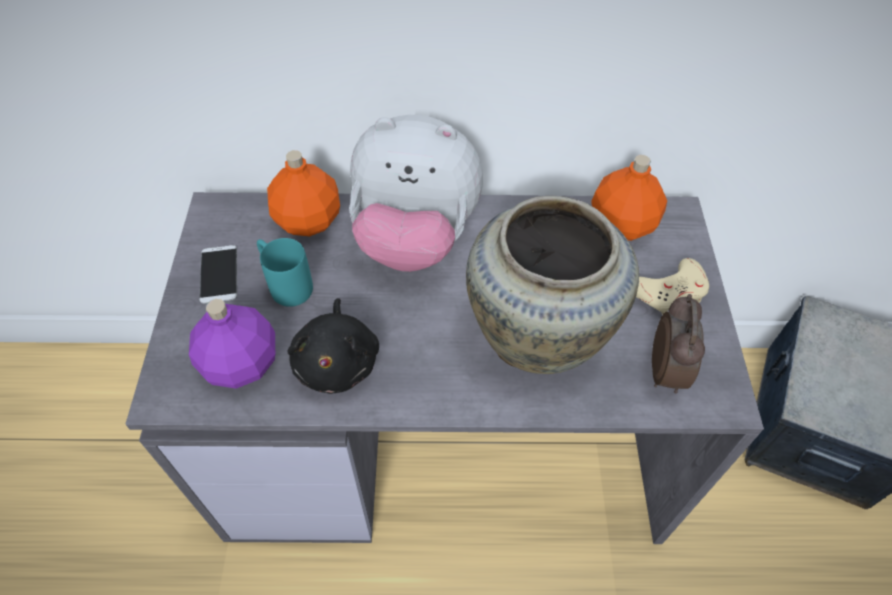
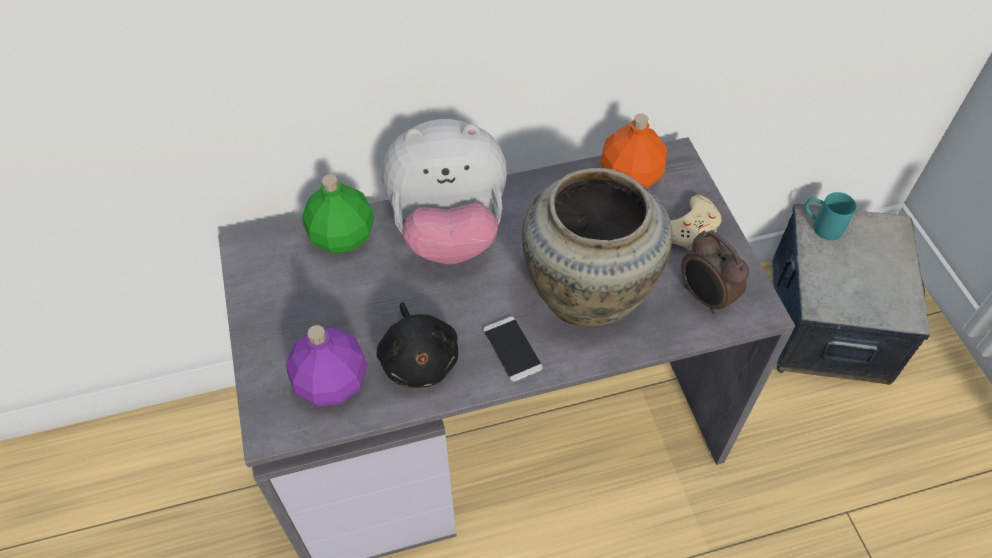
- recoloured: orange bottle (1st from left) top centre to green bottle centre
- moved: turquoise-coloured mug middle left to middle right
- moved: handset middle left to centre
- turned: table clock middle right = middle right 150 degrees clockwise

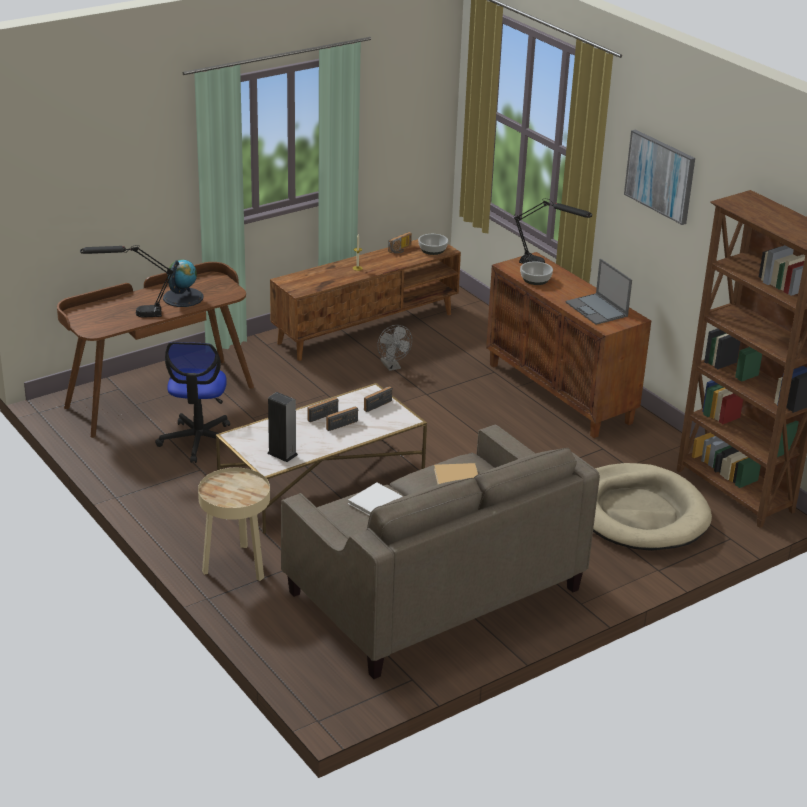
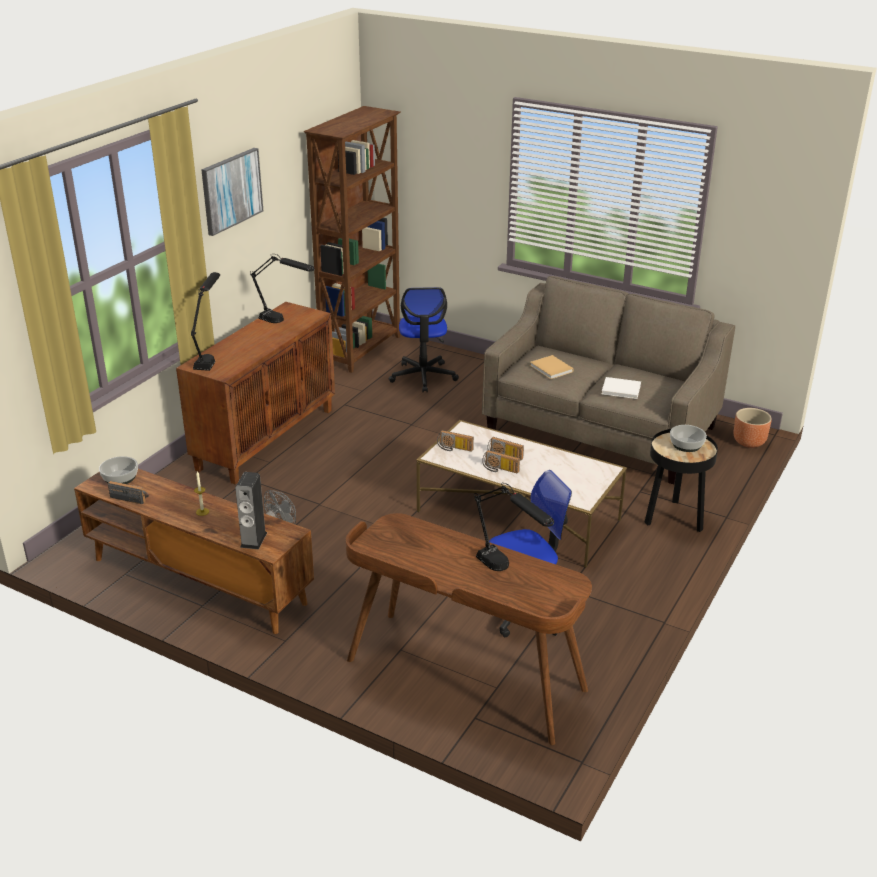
- removed: globe middle left
- replaced: portable computer middle right to blackish lamp for a table (2nd from left) top left
- moved: bowl (2nd from left) centre to middle right
- moved: speaker centre to middle left
- replaced: beige pet bed middle right to computer chair (1st from left) centre
- recoloured: beige side table middle left to blackish side table middle right
- added: brown-coloured planter middle right

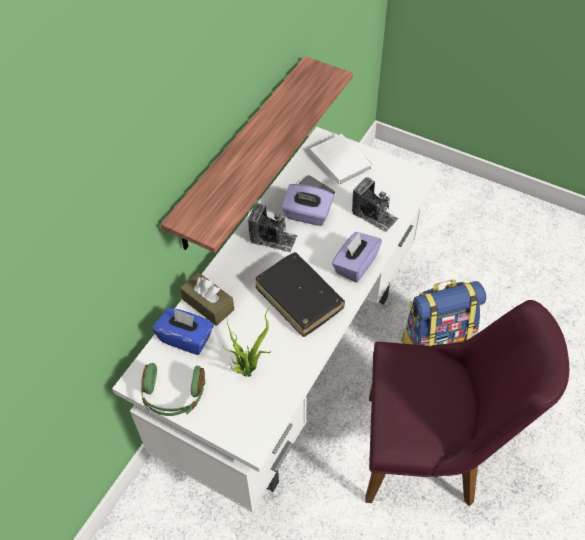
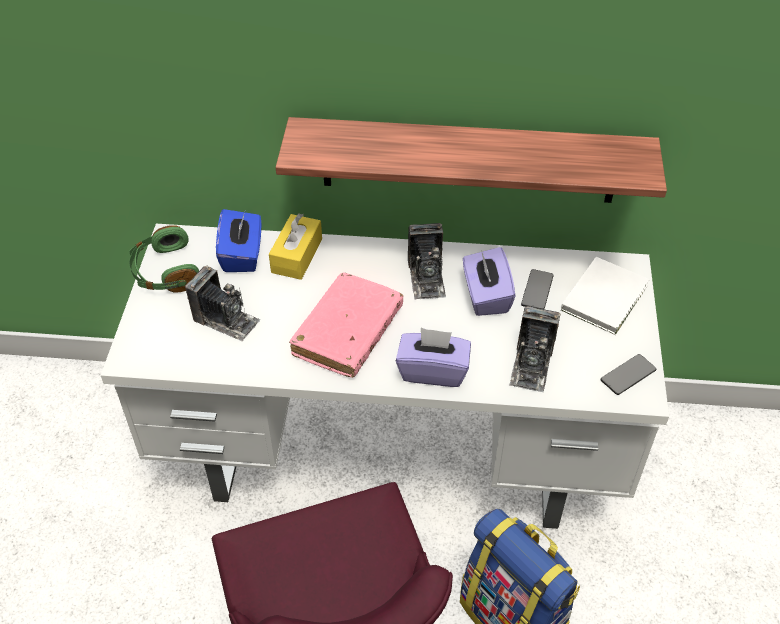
- recoloured: blackish volume centre to pinkish volume centre
- recoloured: brown-coloured box of tissues centre to yellow-coloured box of tissues centre
- replaced: plant in a pot centre to still camera (1st from left) middle left
- added: handset (2nd from left) middle right

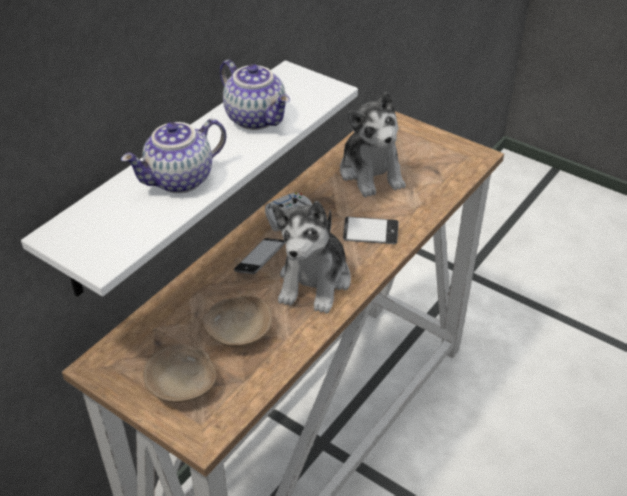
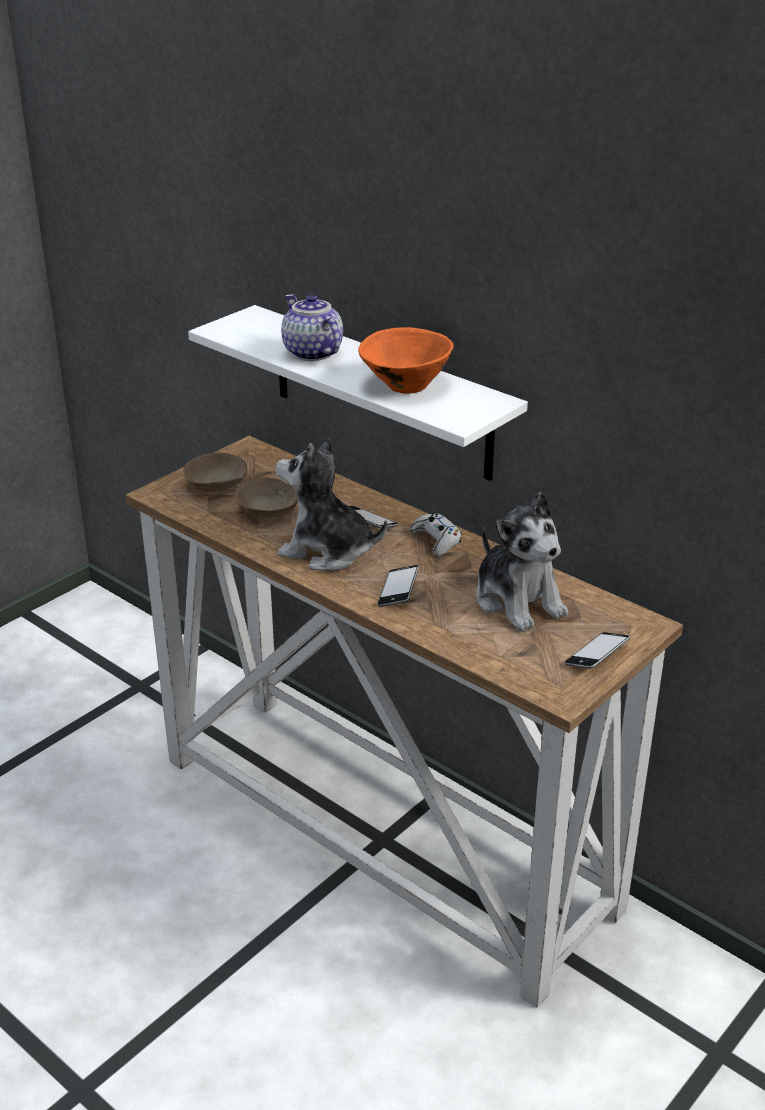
- replaced: tea pot (2nd from left) top centre to orange bowl top centre
- turned: cuddly toy (2nd from left) top centre = middle right 105 degrees counterclockwise
- added: handset (3rd from left) middle right

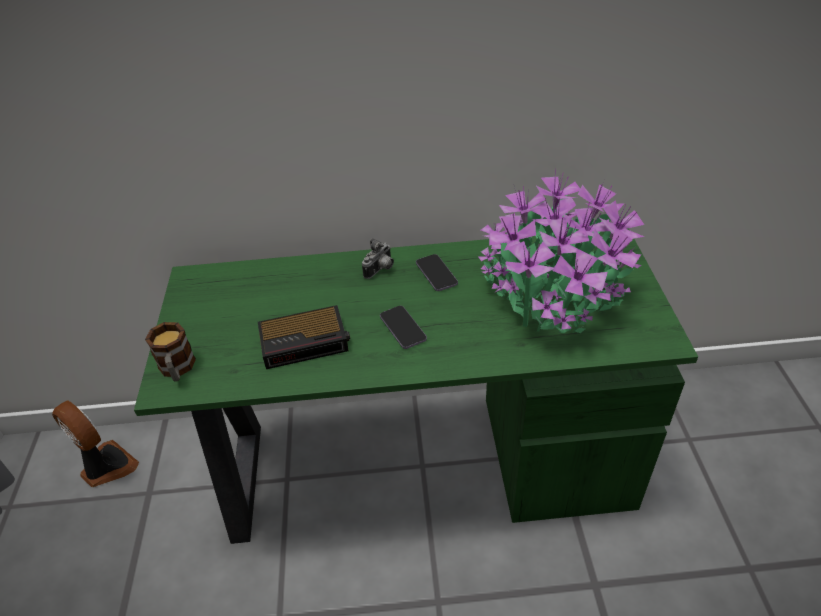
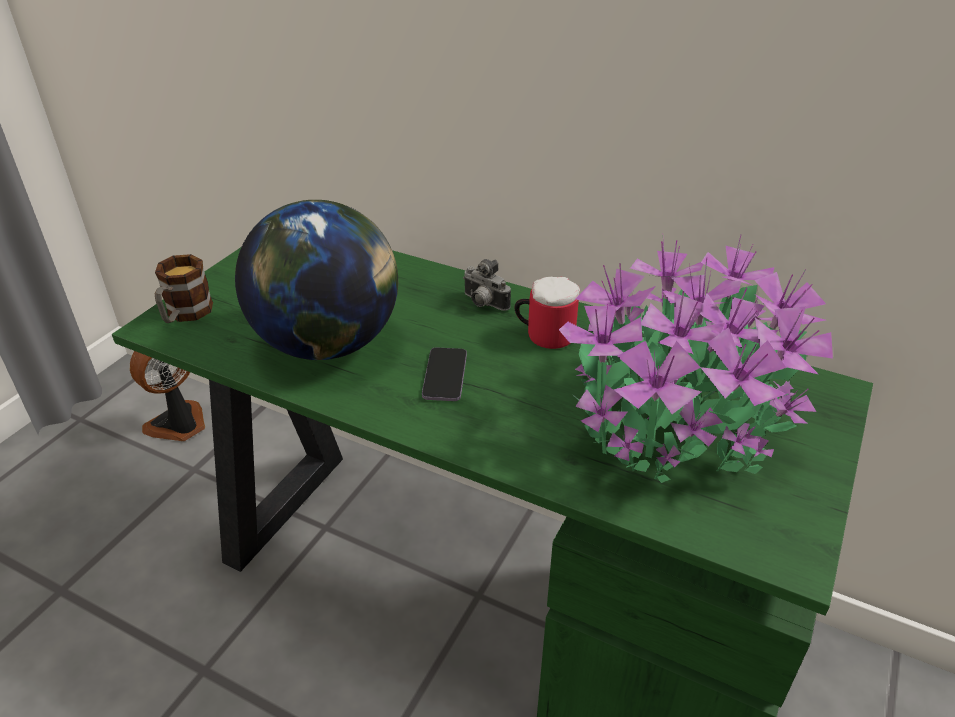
- turned: still camera centre = centre 60 degrees clockwise
- replaced: handset (2nd from left) centre to mug (2nd from left) centre
- replaced: table clock centre to globe middle left
- turned: electric fan bottom left = middle left 120 degrees counterclockwise

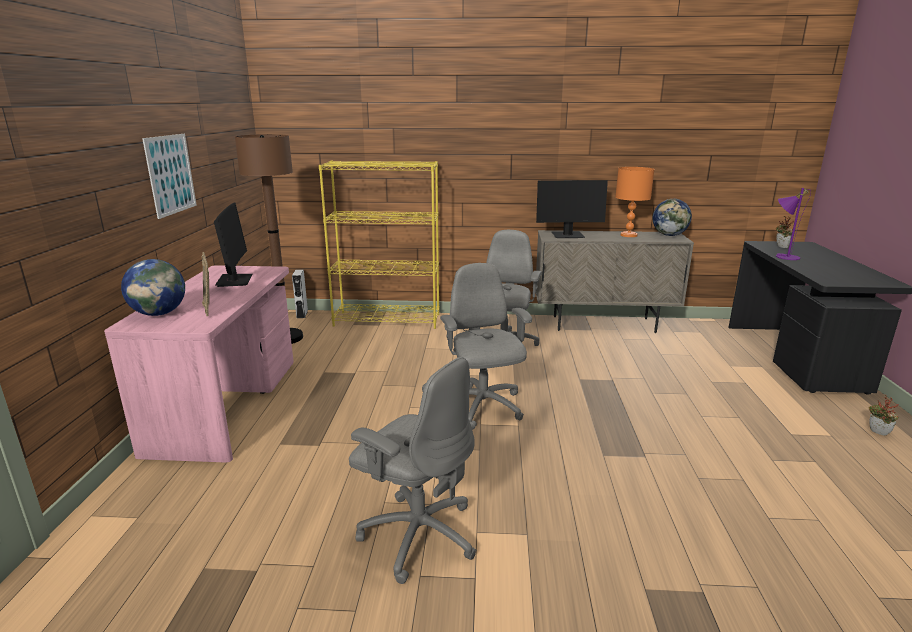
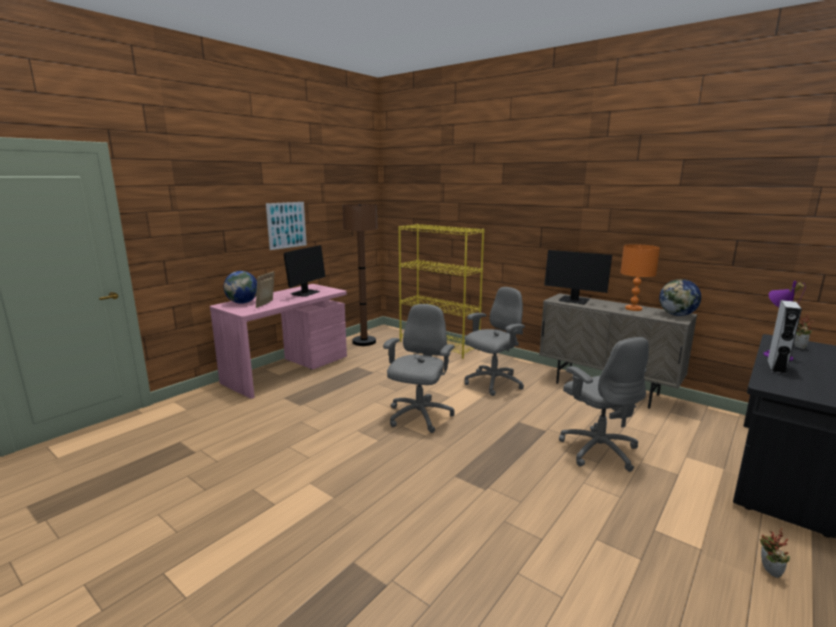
- moved: grey speaker middle left to middle right
- moved: grey computer chair (1st from left in the first image) bottom centre to grey computer chair (3rd from left) middle right

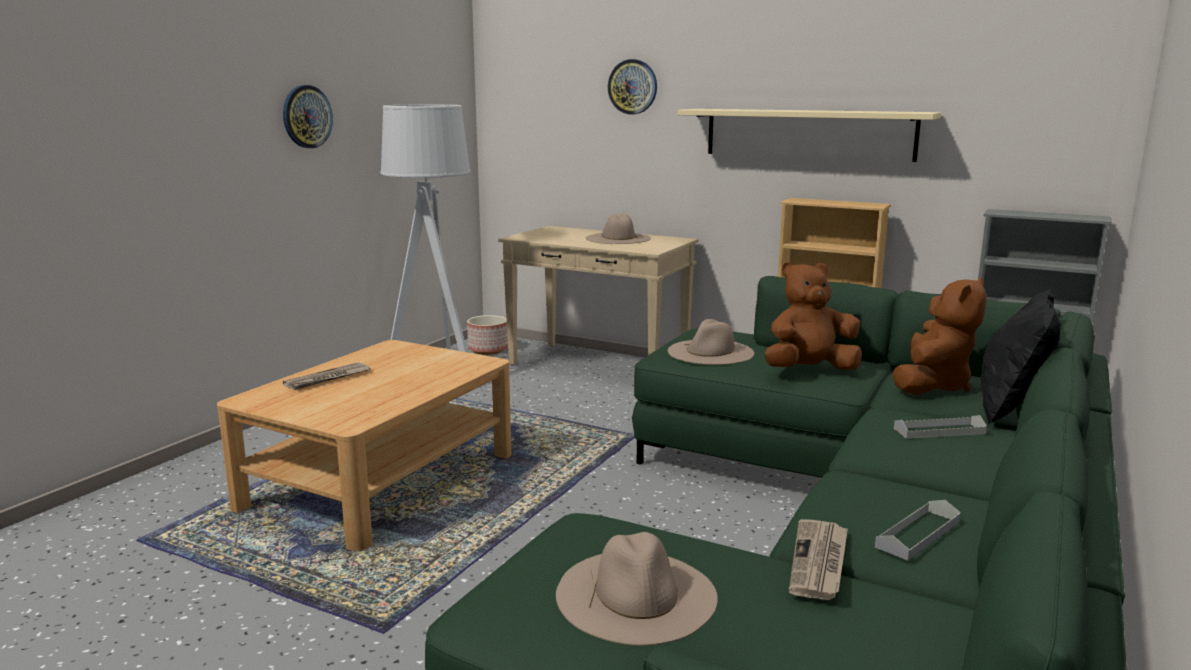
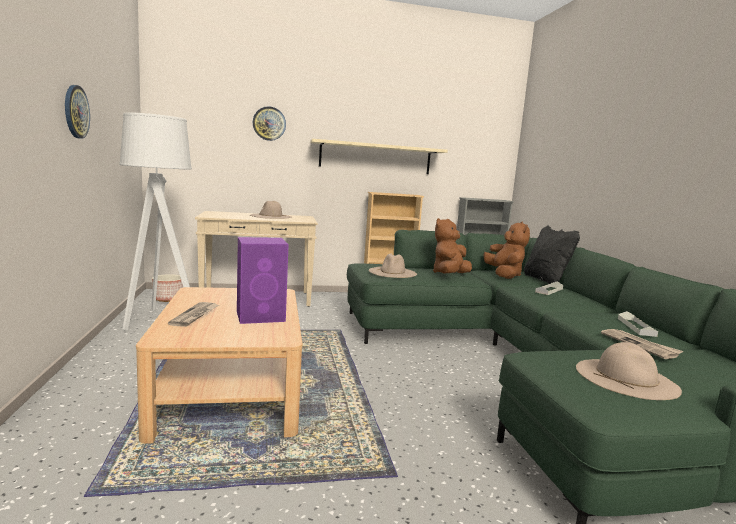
- added: purple-coloured speaker centre

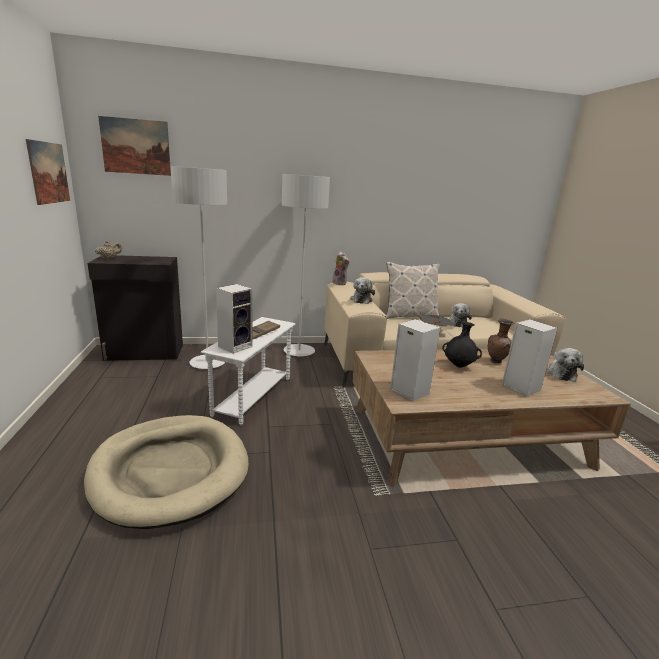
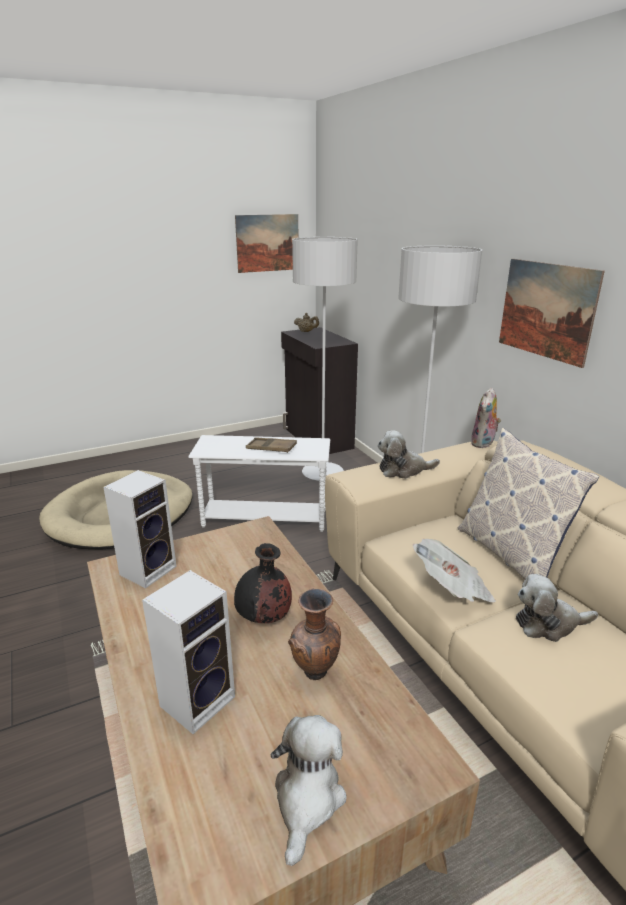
- moved: wall picture (2nd from left) top left to middle right
- removed: speaker (1st from left) centre
- turned: cuddly toy (4th from left in the first image) middle right = bottom centre 105 degrees clockwise

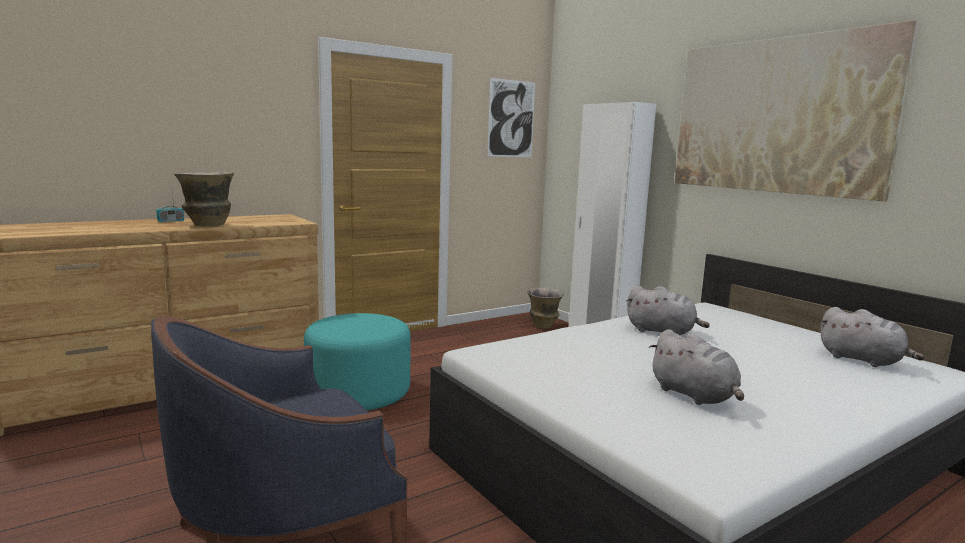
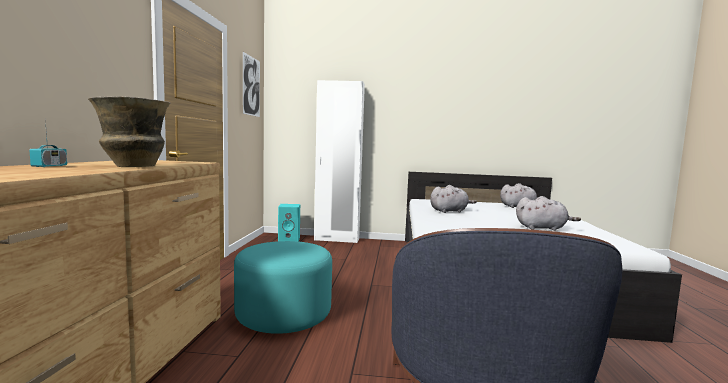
- removed: wall picture (2nd from left) top right
- replaced: decorative vase (2nd from left) centre to turquoise-coloured speaker centre

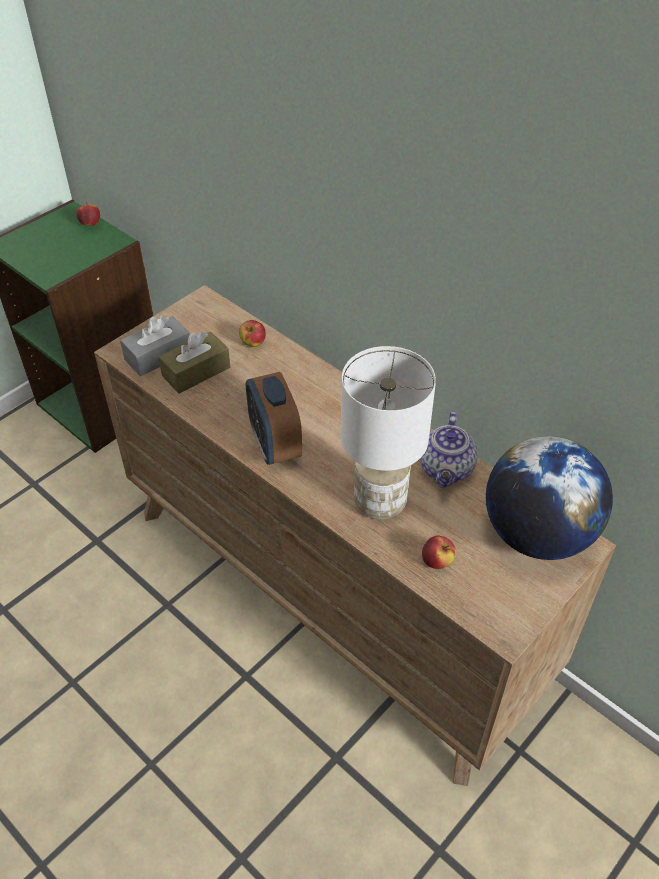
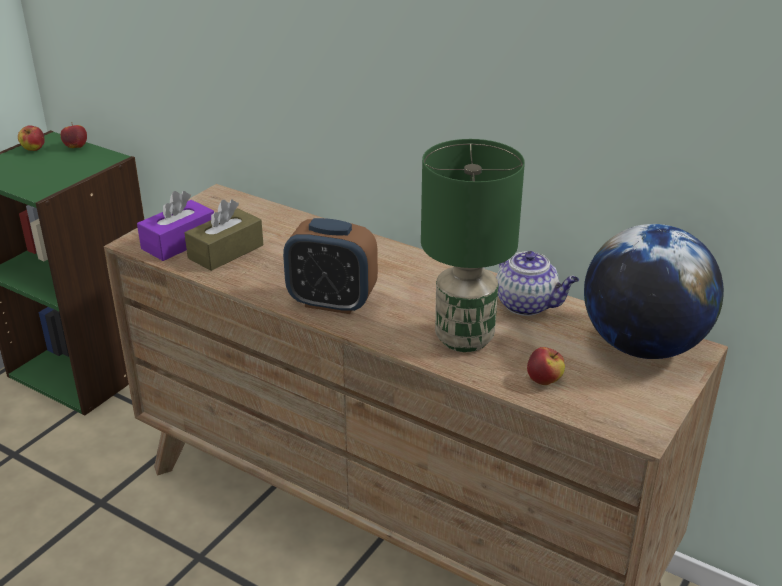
- recoloured: grey box of tissues middle left to purple-coloured box of tissues middle left
- moved: apple fruit (2nd from left in the first image) centre to apple fruit (1st from left) top left
- recoloured: whitish lamp for a table centre to green lamp for a table centre
- turned: table clock centre = centre 45 degrees counterclockwise
- turned: tea pot middle right = middle right 60 degrees counterclockwise

